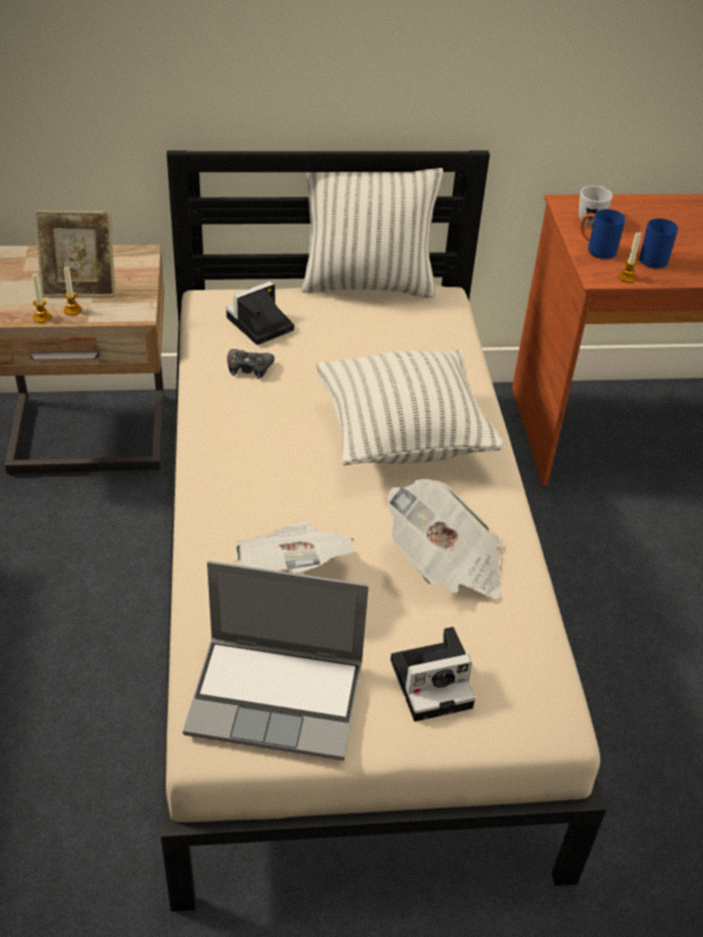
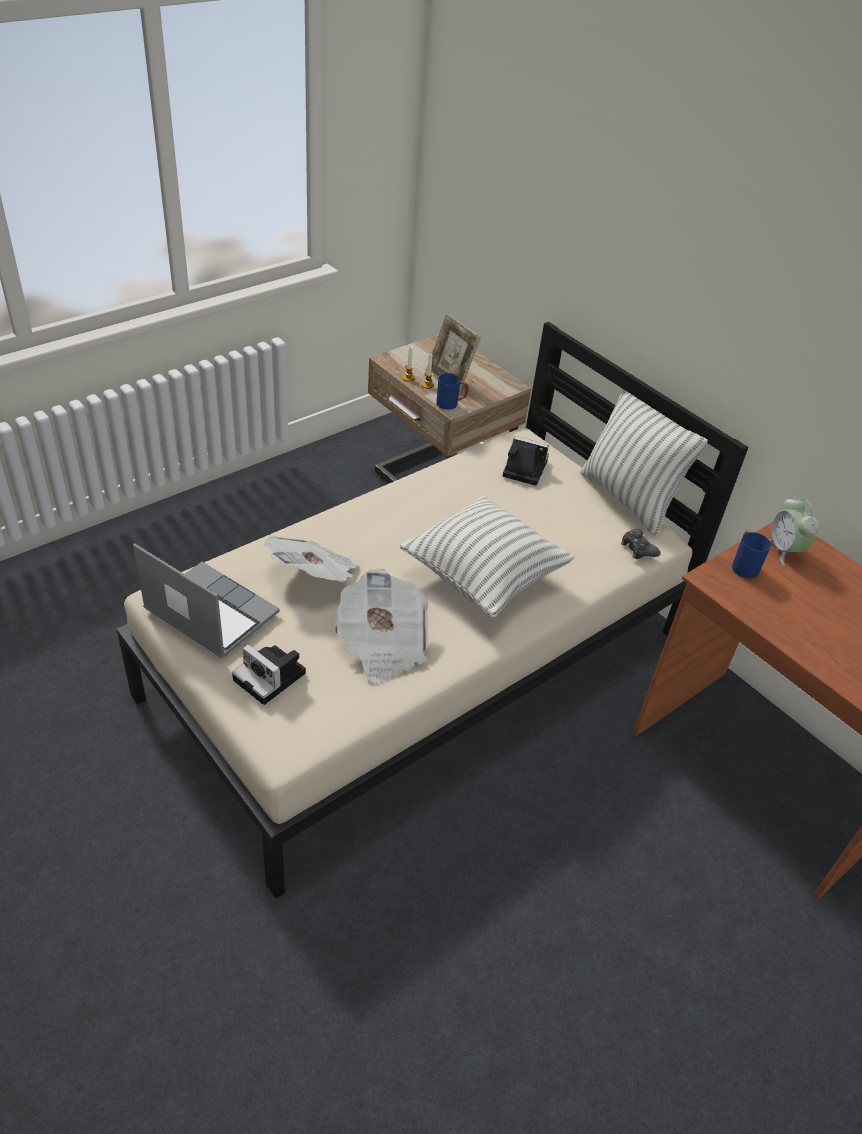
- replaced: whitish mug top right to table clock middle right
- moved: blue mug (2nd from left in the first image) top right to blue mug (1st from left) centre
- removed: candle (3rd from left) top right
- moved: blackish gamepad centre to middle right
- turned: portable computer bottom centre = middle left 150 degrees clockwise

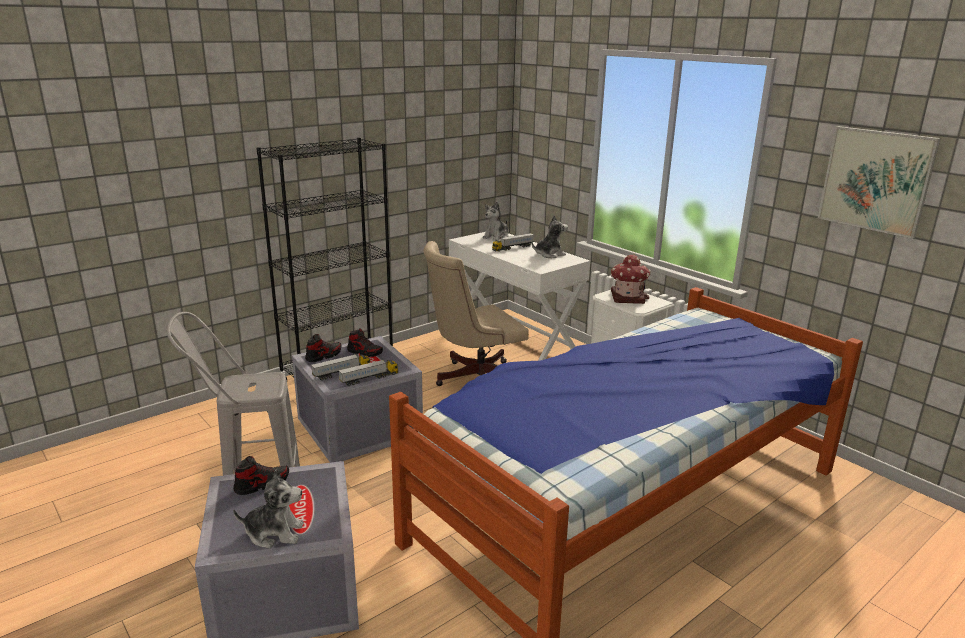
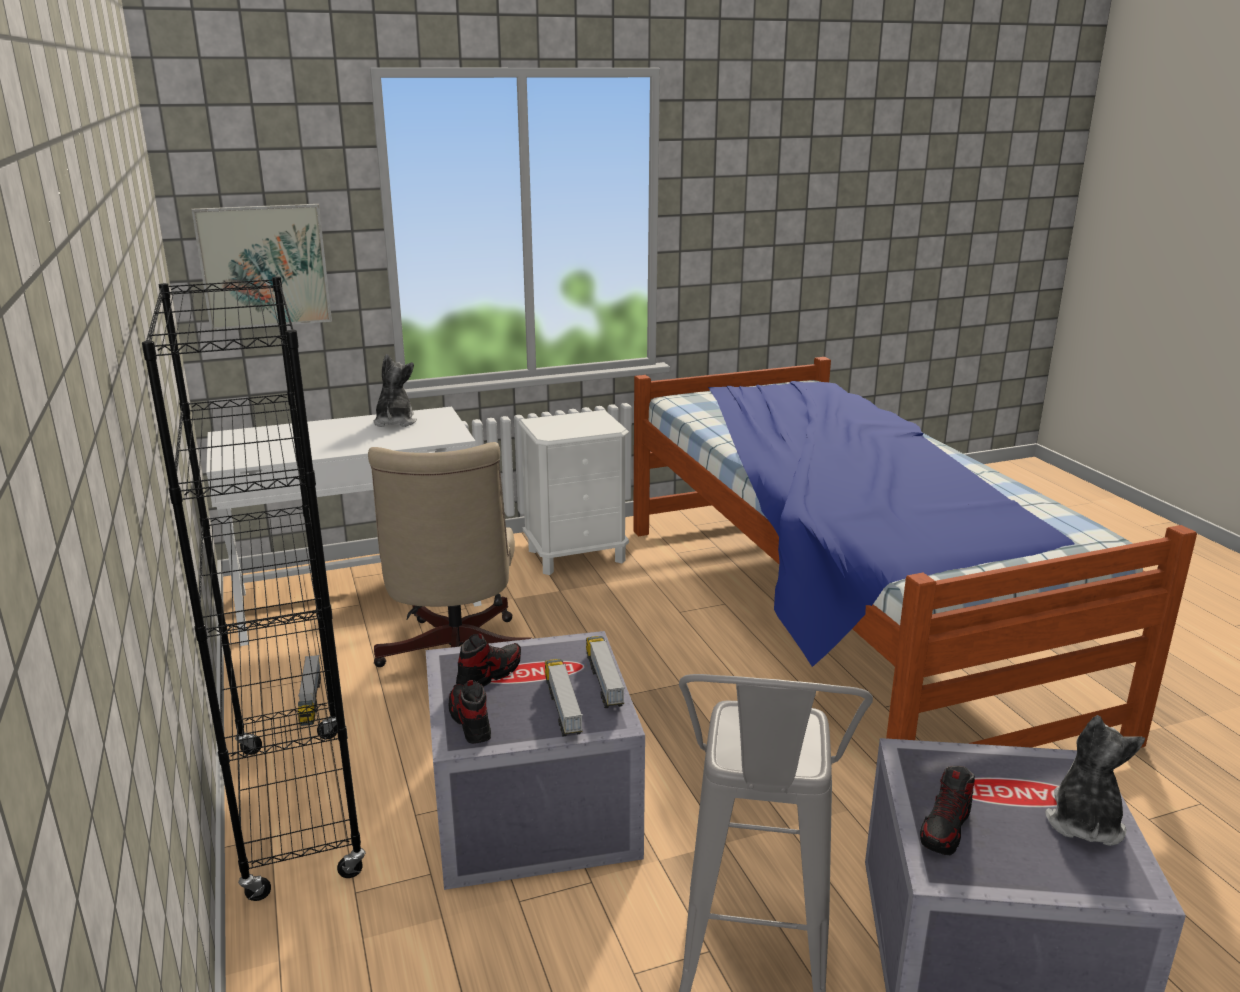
- moved: wall picture top right to top left
- removed: cuddly toy (2nd from left) centre
- moved: toy truck (3rd from left in the first image) centre to toy truck (1st from left) bottom left
- removed: model house centre
- turned: low shoe (1st from left in the first image) bottom left = bottom right 135 degrees counterclockwise

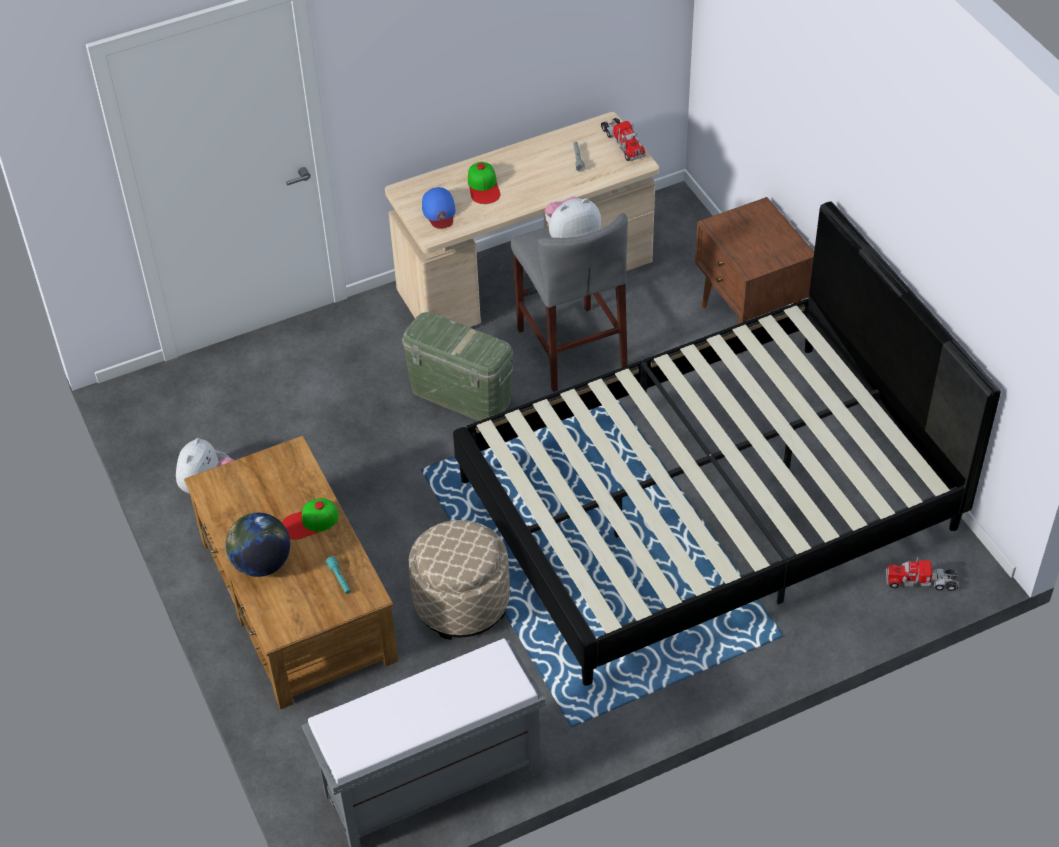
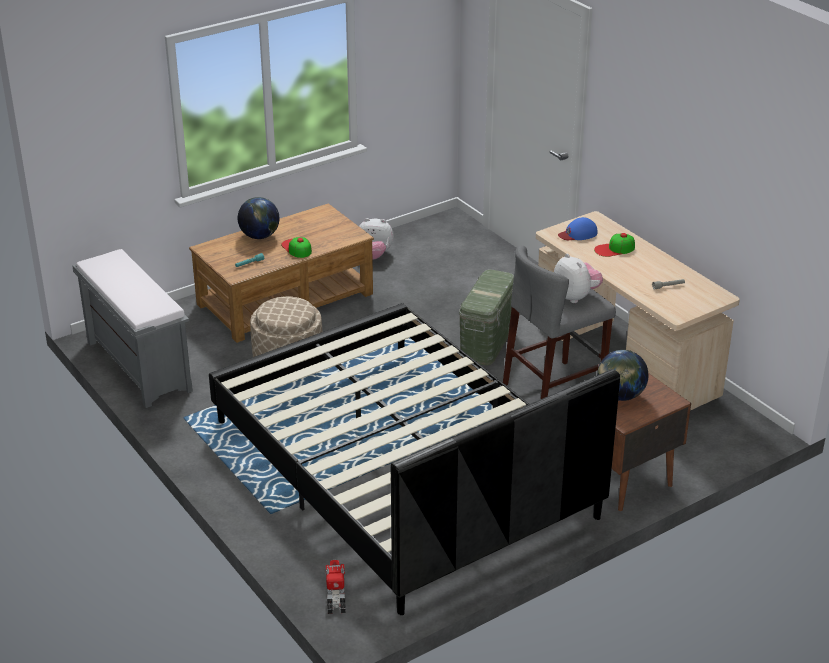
- removed: toy truck (1st from left) top centre
- added: globe (2nd from left) middle right

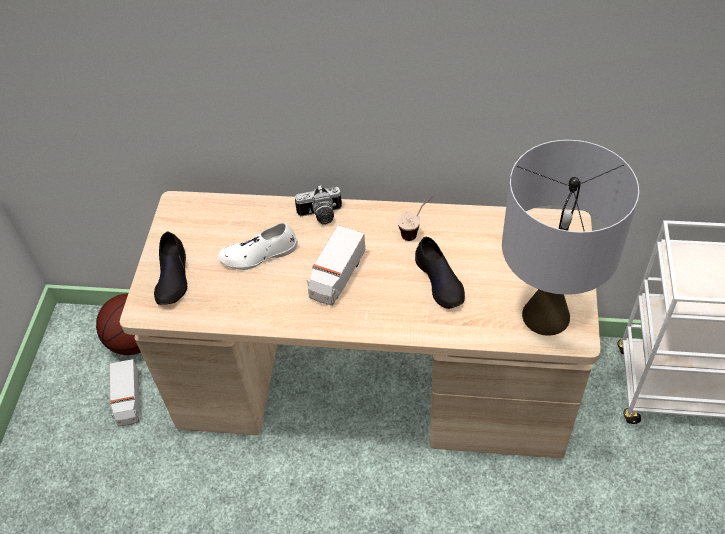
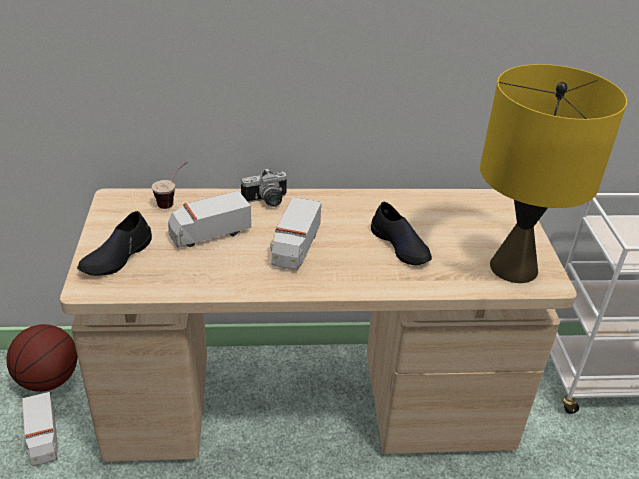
- recoloured: grey lamp for a table middle right to yellow-coloured lamp for a table middle right
- moved: cup centre to middle left
- replaced: whitish low shoe centre to toy truck (2nd from left) middle left
- turned: blackish low shoe (1st from left) middle left = middle left 45 degrees clockwise

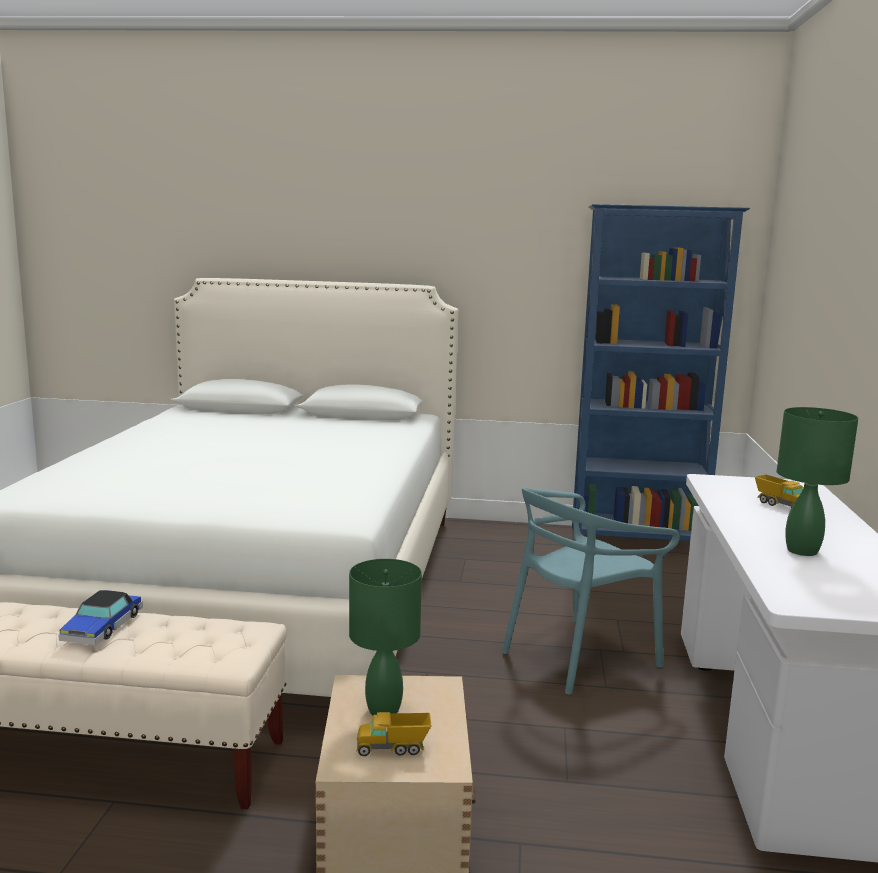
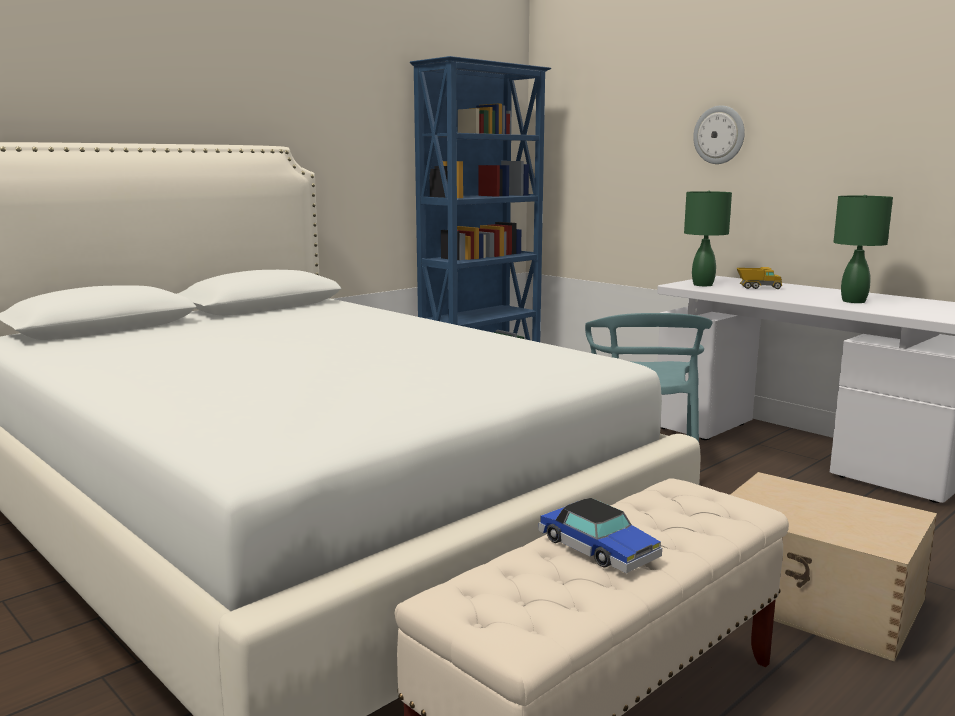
- moved: green lamp for a table (1st from left) bottom centre to top right
- removed: toy truck (1st from left) bottom centre
- added: wall clock top right

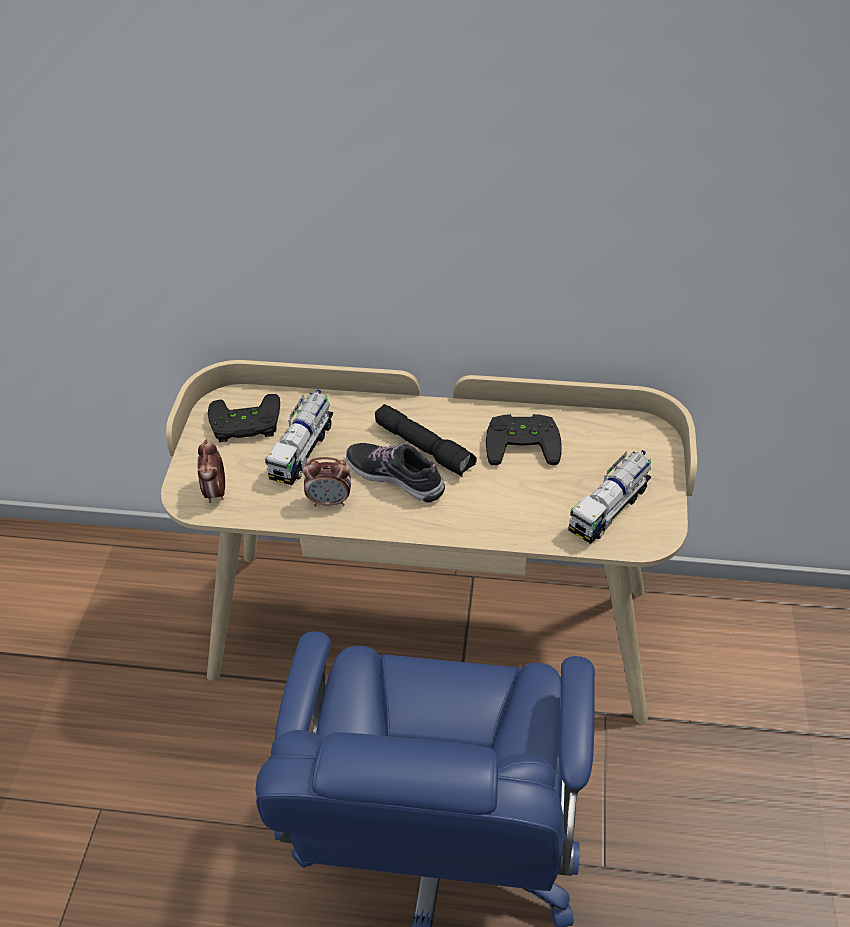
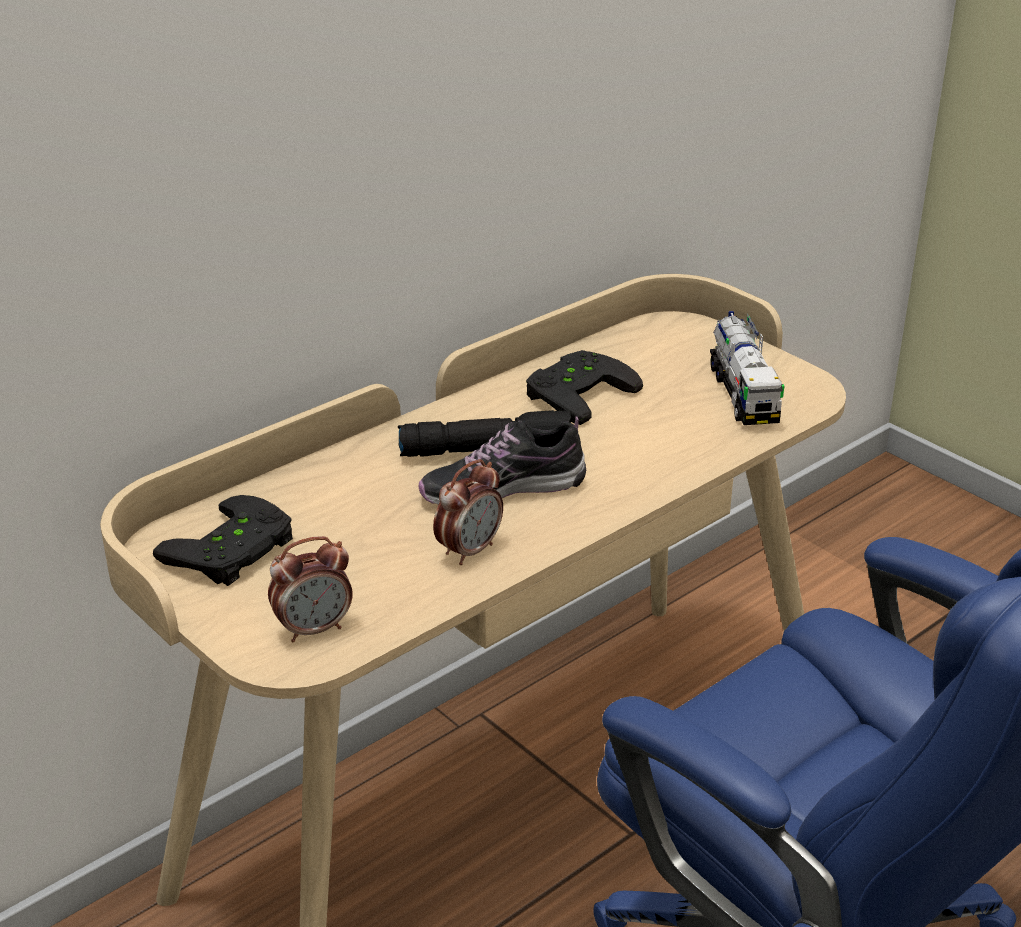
- removed: toy truck (1st from left) centre
- turned: table clock (1st from left) middle left = middle left 60 degrees counterclockwise

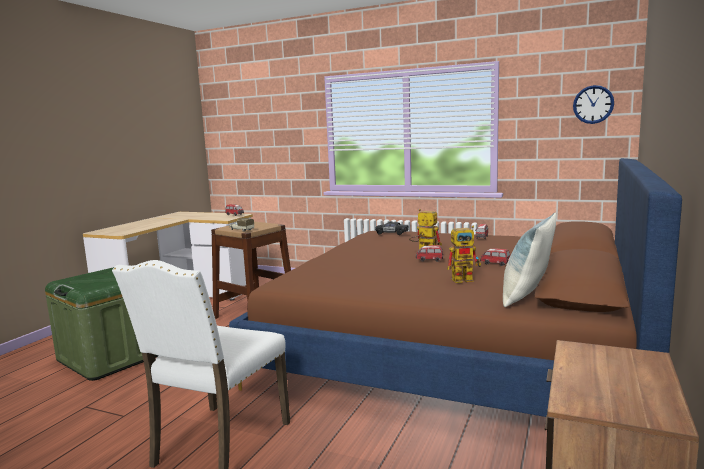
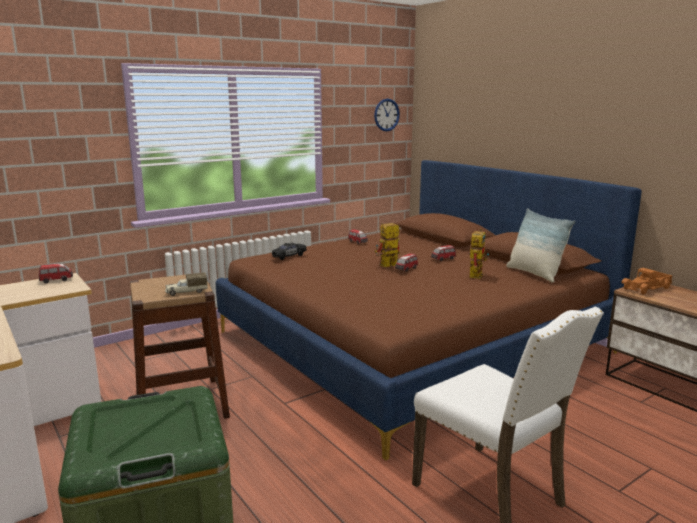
- added: toy truck (2nd from left) middle right

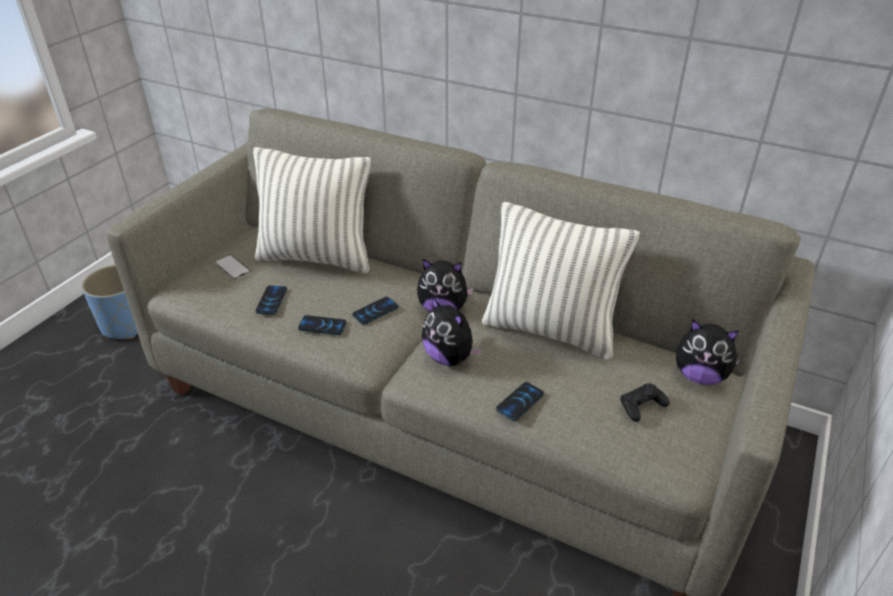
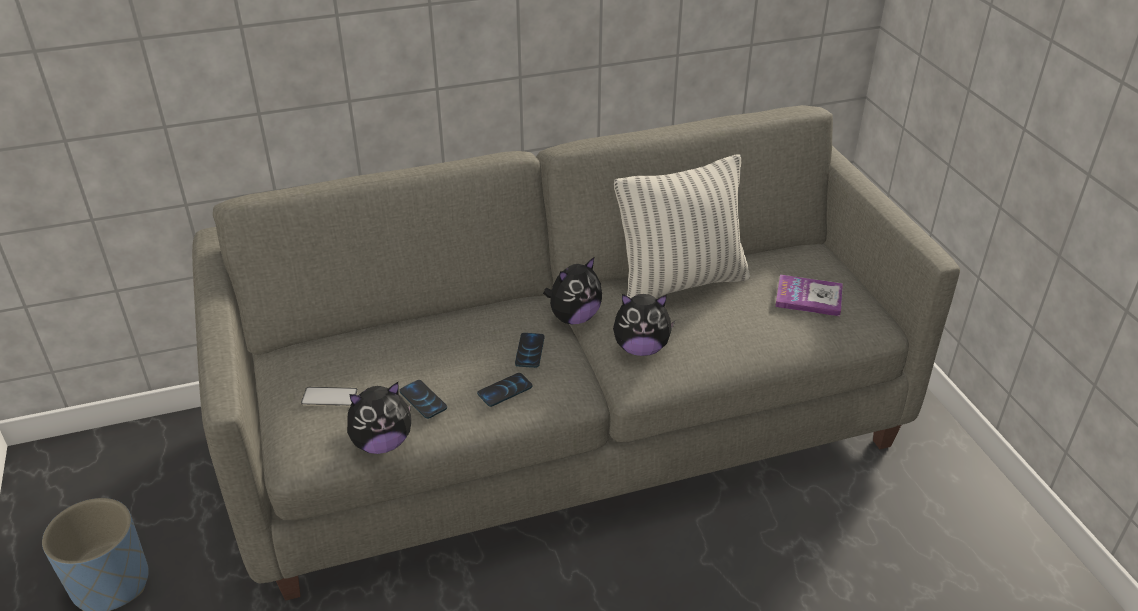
- removed: throw pillow (1st from left) centre
- moved: cuddly toy (3rd from left in the first image) middle right to cuddly toy (1st from left) bottom left
- removed: handset (5th from left) bottom centre
- replaced: blackish gamepad bottom right to volume middle right

